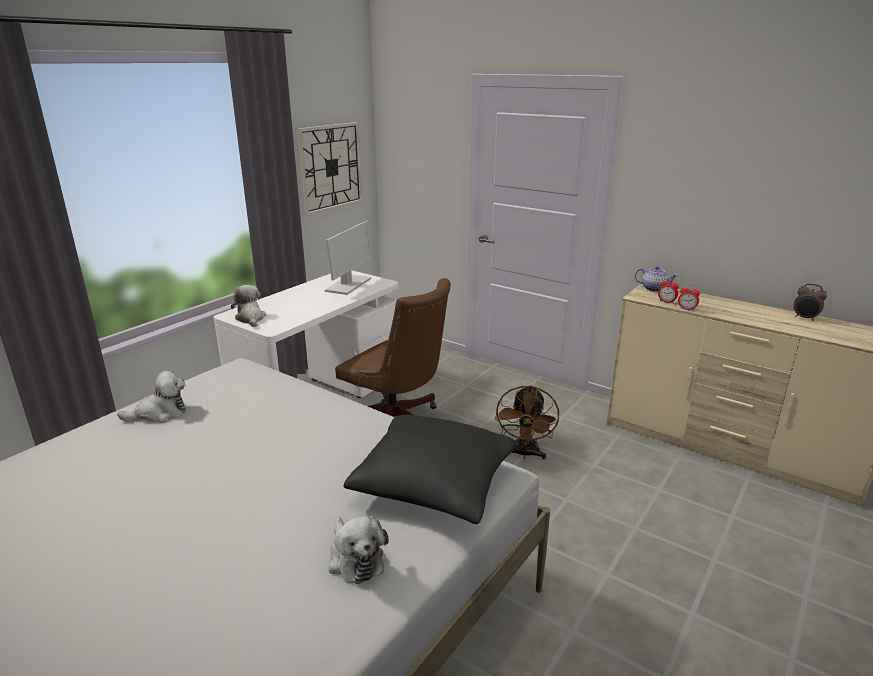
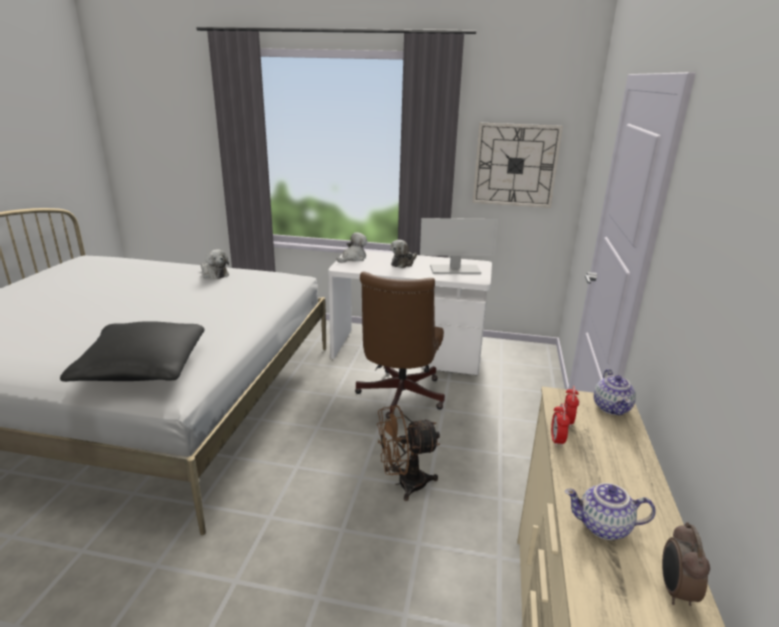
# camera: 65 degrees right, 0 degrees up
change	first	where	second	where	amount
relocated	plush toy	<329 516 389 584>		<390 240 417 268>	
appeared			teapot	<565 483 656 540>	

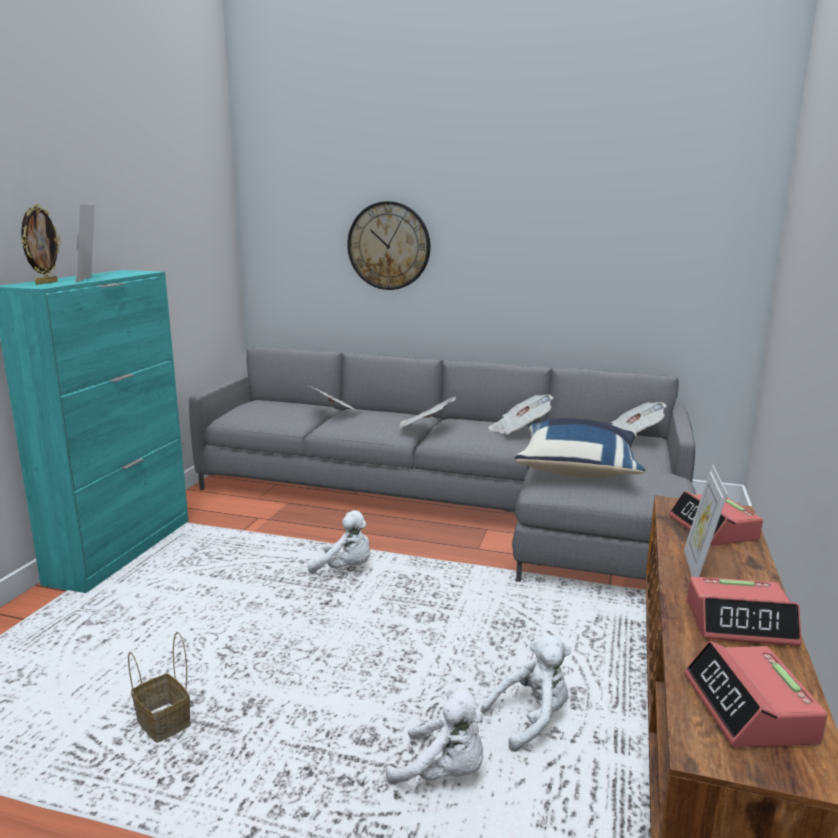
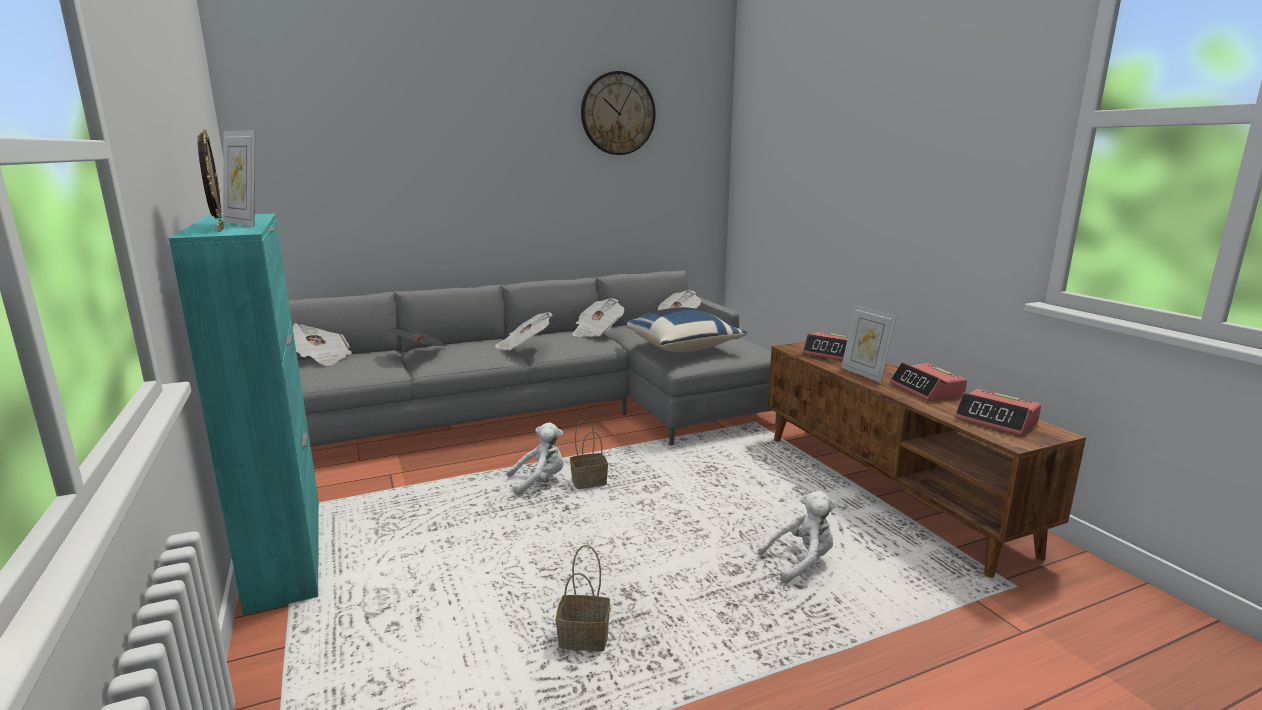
# camera: 40 degrees left, 0 degrees up
change	first	where	second	where	amount
appeared			newspaper	<293 323 352 366>	
appeared			basket	<570 419 608 489>	
relocated	wall clock	<347 201 430 290>		<581 71 656 155>	
spun	alarm clock	<687 577 802 646>		<890 362 967 401>	105 degrees clockwise
missing	white plush toy	<481 635 572 752>			

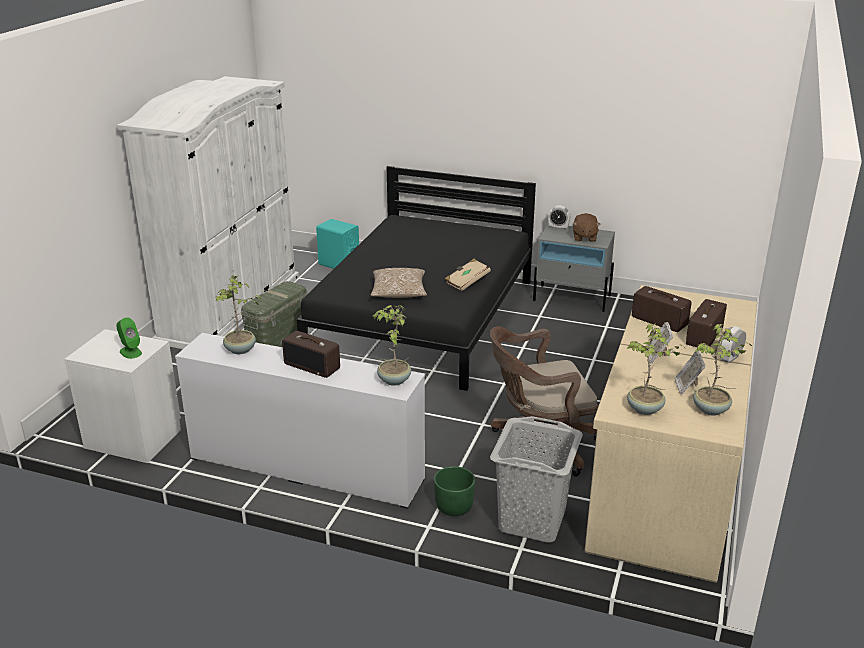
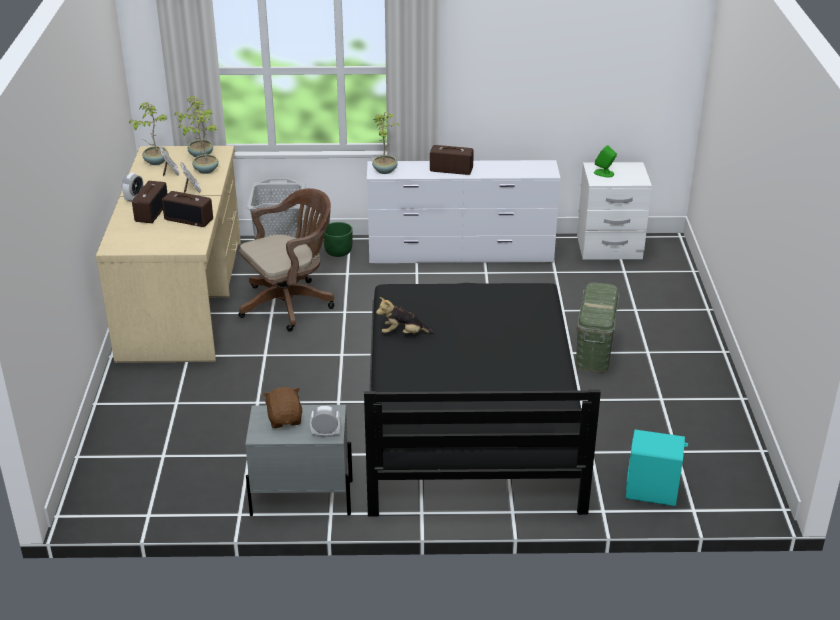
# camera: 160 degrees right, 5 degrees up
change	first	where	second	where	amount
relocated	potted plant	<216 275 261 354>		<179 110 219 174>	
exchanged	beige book	<445 259 491 291>	plush toy	<376 297 434 334>	
missing	white wardrobe	<117 76 299 349>			
missing	pillow	<370 268 427 298>			

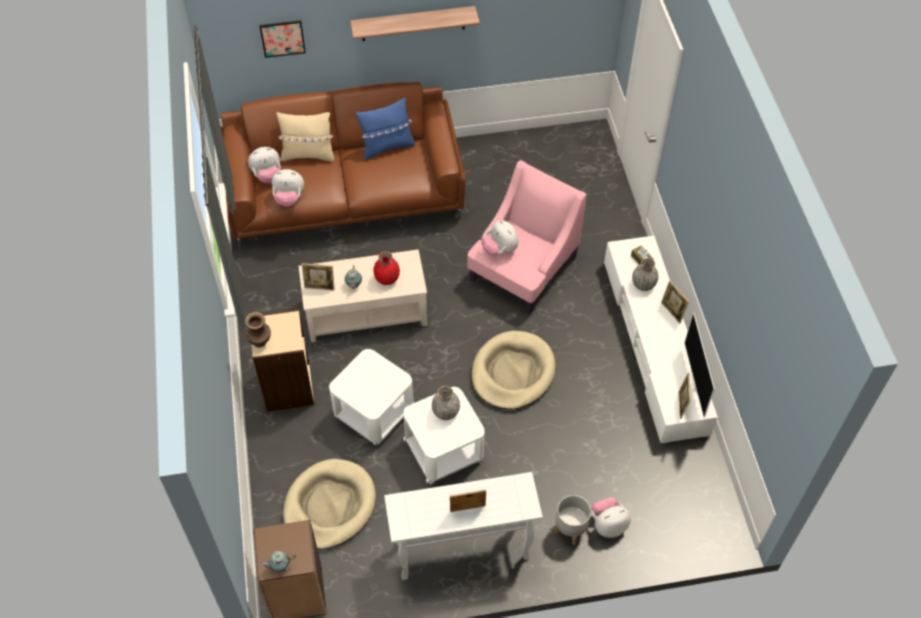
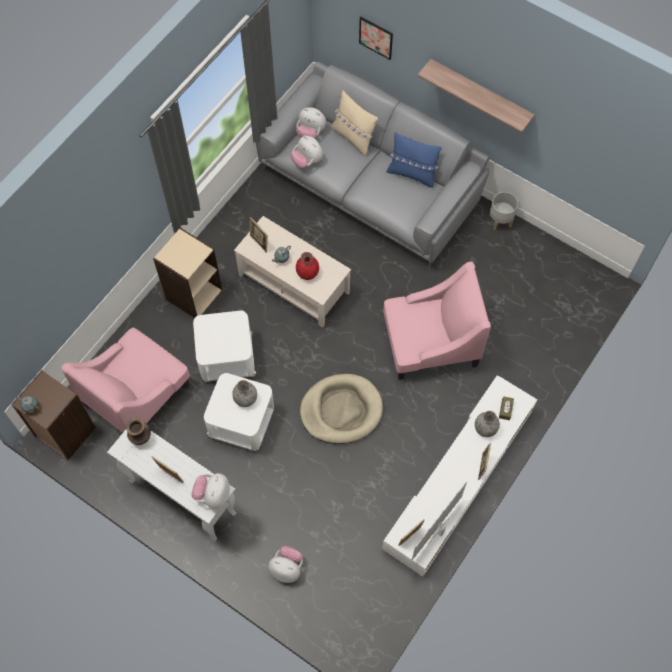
# camera: 45 degrees right, 10 degrees up
change	first	where	second	where	amount
exchanged	beige dog bed	<283 459 376 549>	pink armchair	<61 327 190 433>	
relocated	brown vase	<245 312 271 348>		<126 418 151 445>	
relocated	plush toy	<481 220 519 256>		<191 473 230 509>	
colour	brown sofa	<221 82 466 249>	grey sofa	<255 62 490 269>	
relocated	grey planter	<554 495 591 545>		<489 192 518 230>	

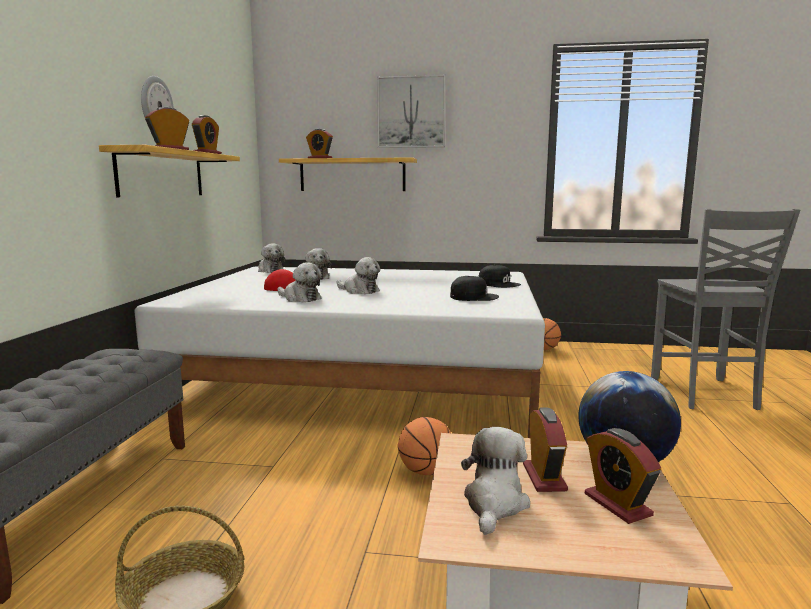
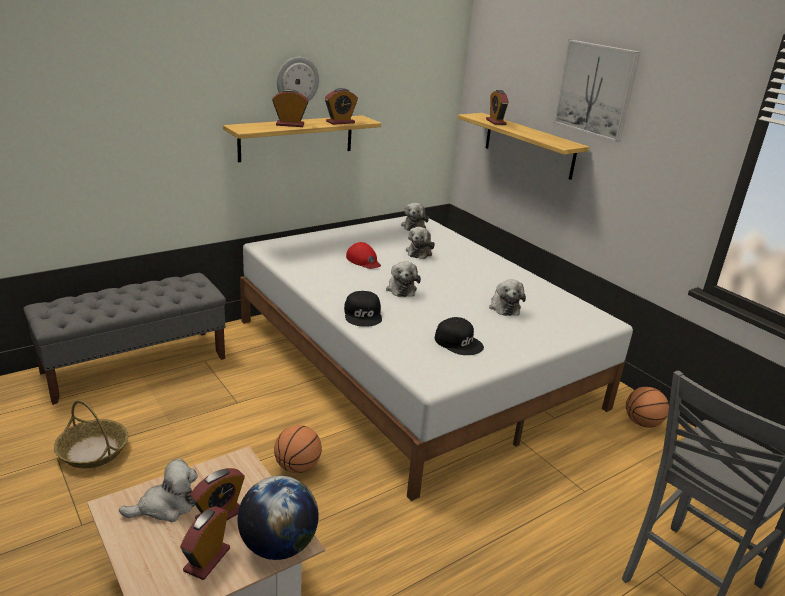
# camera: 45 degrees right, 15 degrees up
change	first	where	second	where	amount
relocated	black cap	<478 265 521 288>		<344 291 382 327>	
relocated	plush toy	<277 263 322 302>		<489 279 526 316>	

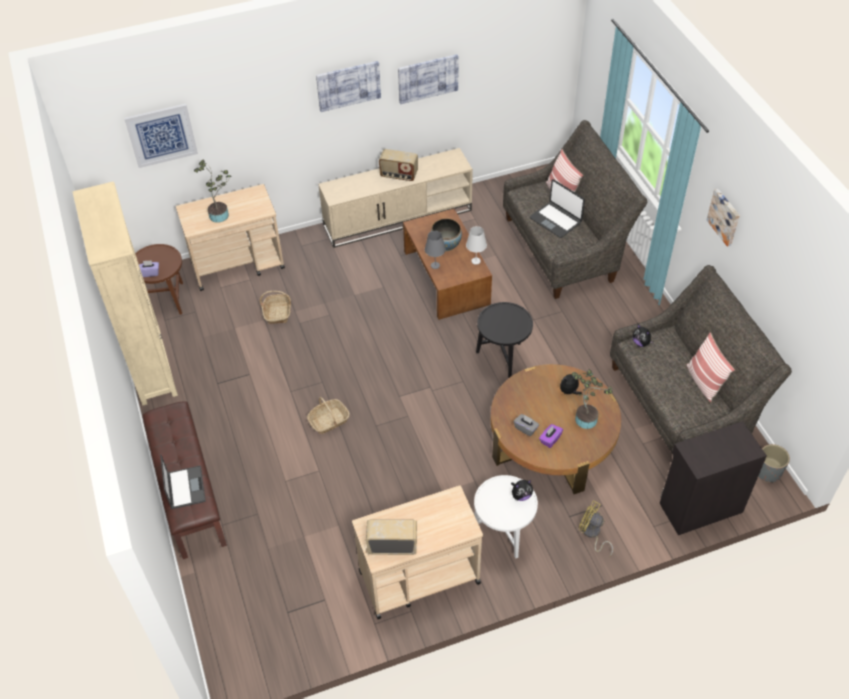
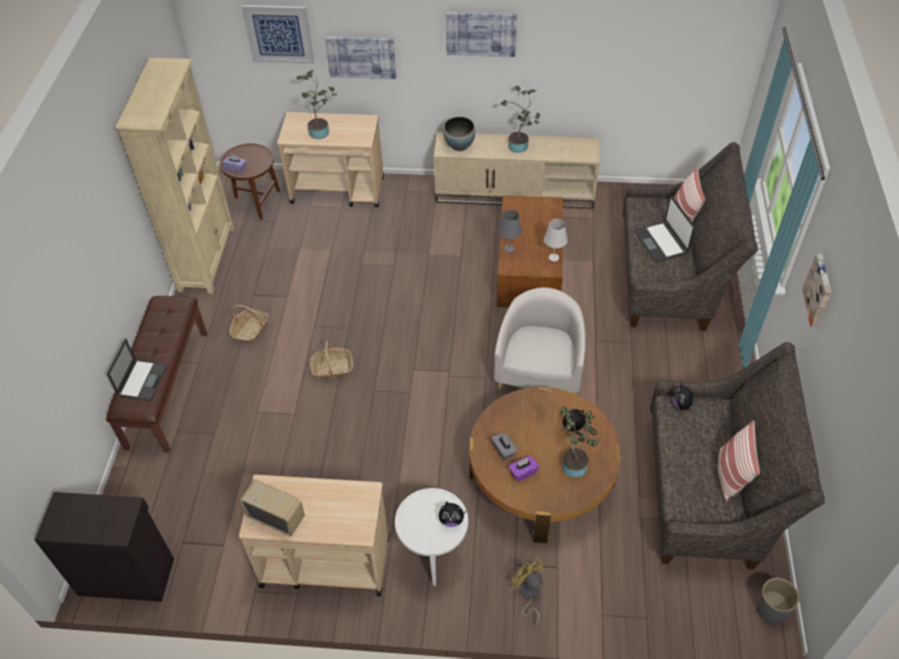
# camera: 25 degrees right, 0 degrees up
change	first	where	second	where	amount
relocated	black cabinet	<660 421 767 535>		<35 492 174 602>	
relocated	basket	<260 291 291 324>		<229 305 269 344>	
relocated	picture	<398 54 459 104>		<325 37 396 79>	
relocated	bowl	<431 218 462 251>		<443 117 475 151>	
exchanged	black side table	<476 302 533 378>	white armchair	<494 287 585 393>	
exchanged	radio	<379 149 418 181>	potted plant	<501 86 540 153>	

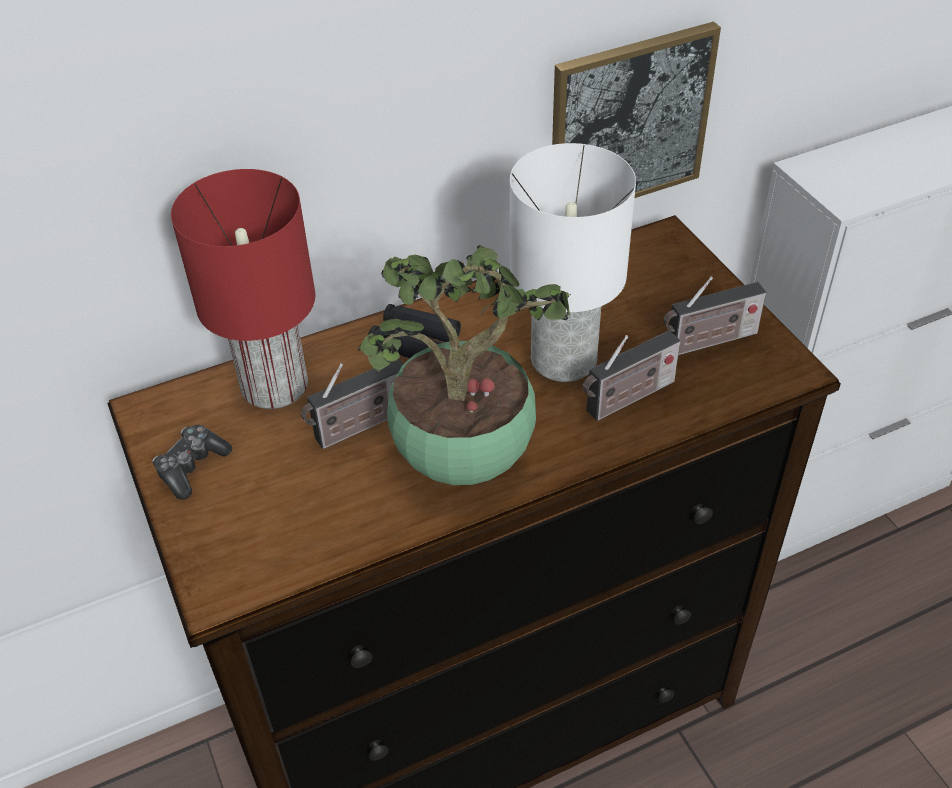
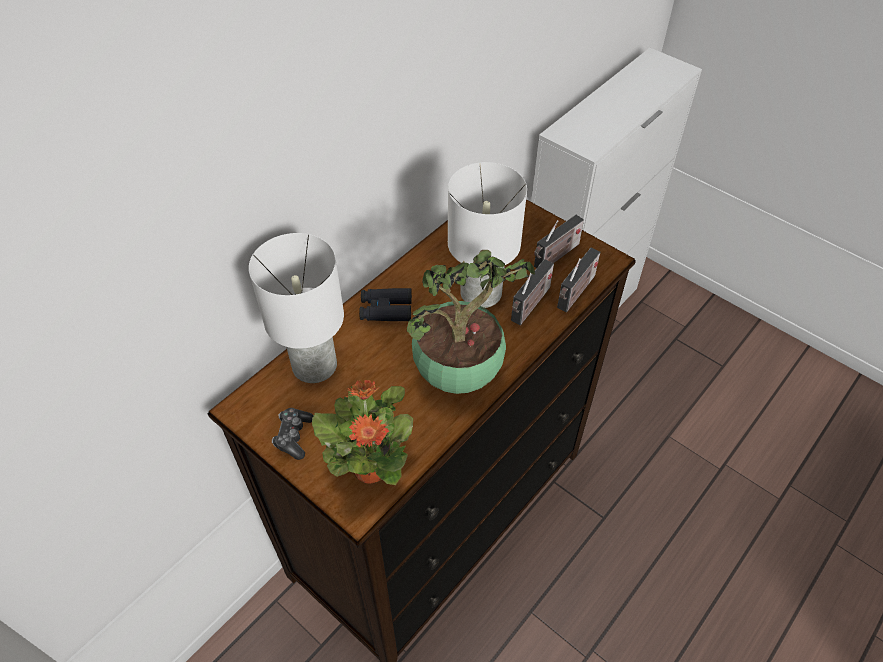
# camera: 25 degrees left, 5 degrees up
change	first	where	second	where	amount
colour	red table lamp	<171 169 315 409>	white table lamp	<249 233 344 383>	
appeared			potted plant	<312 380 413 485>	
relocated	radio	<301 359 403 449>		<557 248 600 312>	
missing	picture	<552 22 721 198>			

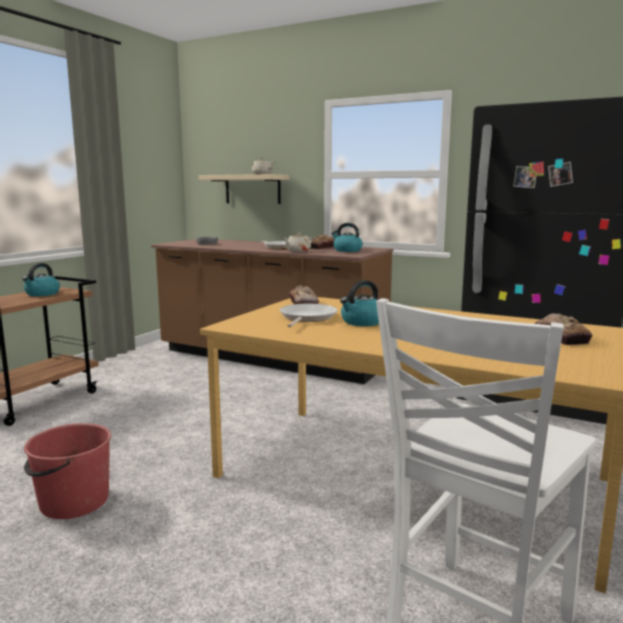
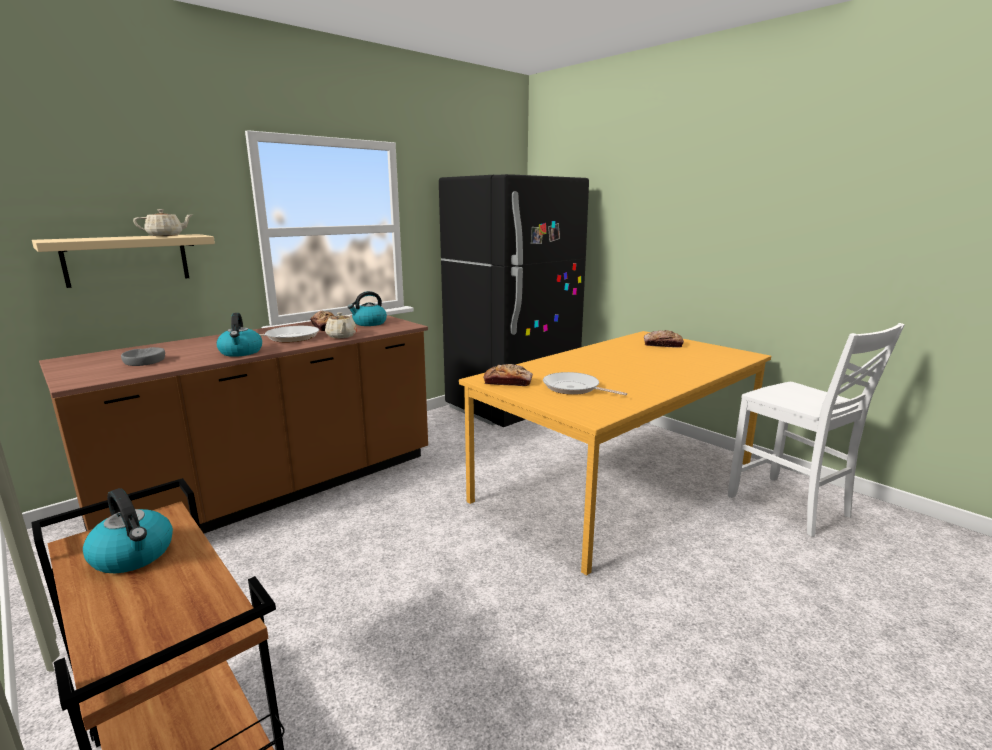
# camera: 70 degrees left, 5 degrees up
change	first	where	second	where	amount
relocated	kettle	<340 280 379 326>		<217 313 262 357>	
missing	red bucket	<24 423 111 519>			

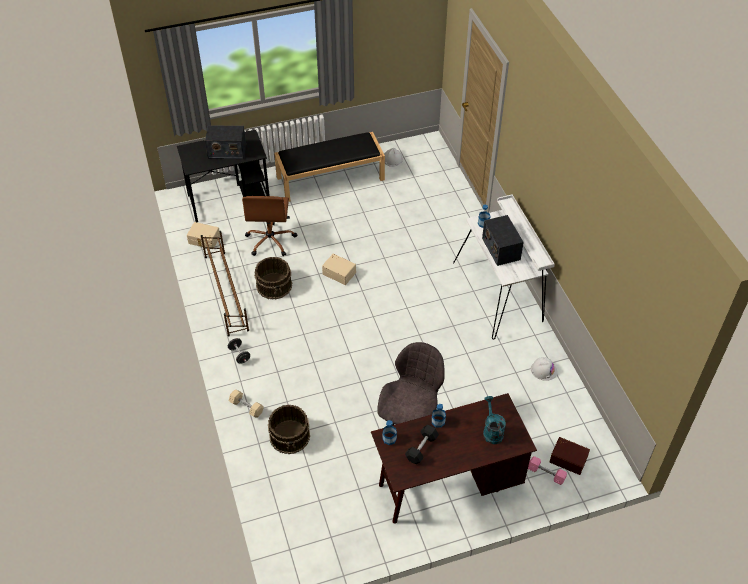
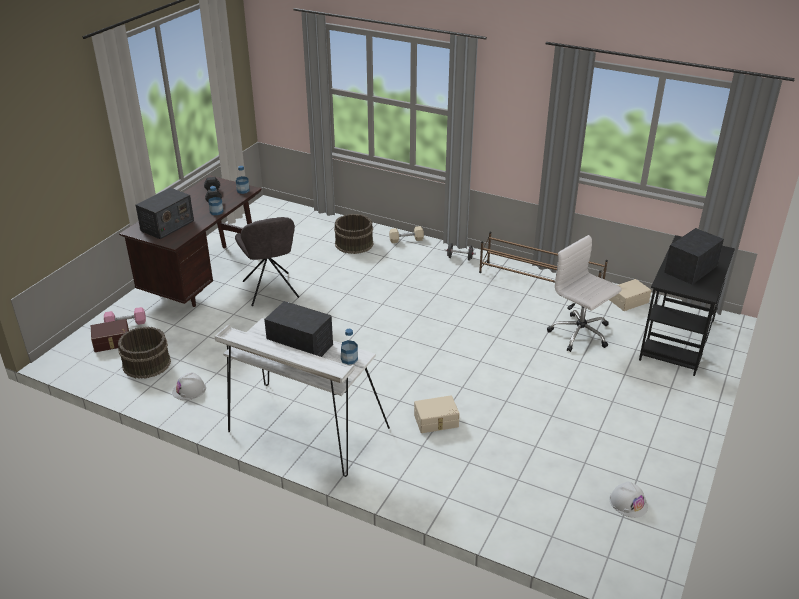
# camera: 135 degrees right, 15 degrees down
change	first	where	second	where	amount
relocated	brown bucket	<254 257 292 300>		<118 326 171 379>	
exchanged	turquoise watering can	<483 396 506 444>	radio	<136 188 194 239>	
relocated	beige storage box	<322 254 356 285>		<414 395 460 433>	
colour	brown office chair	<242 196 297 256>	white office chair	<547 235 622 352>	
missing	black bench	<274 132 385 202>			

